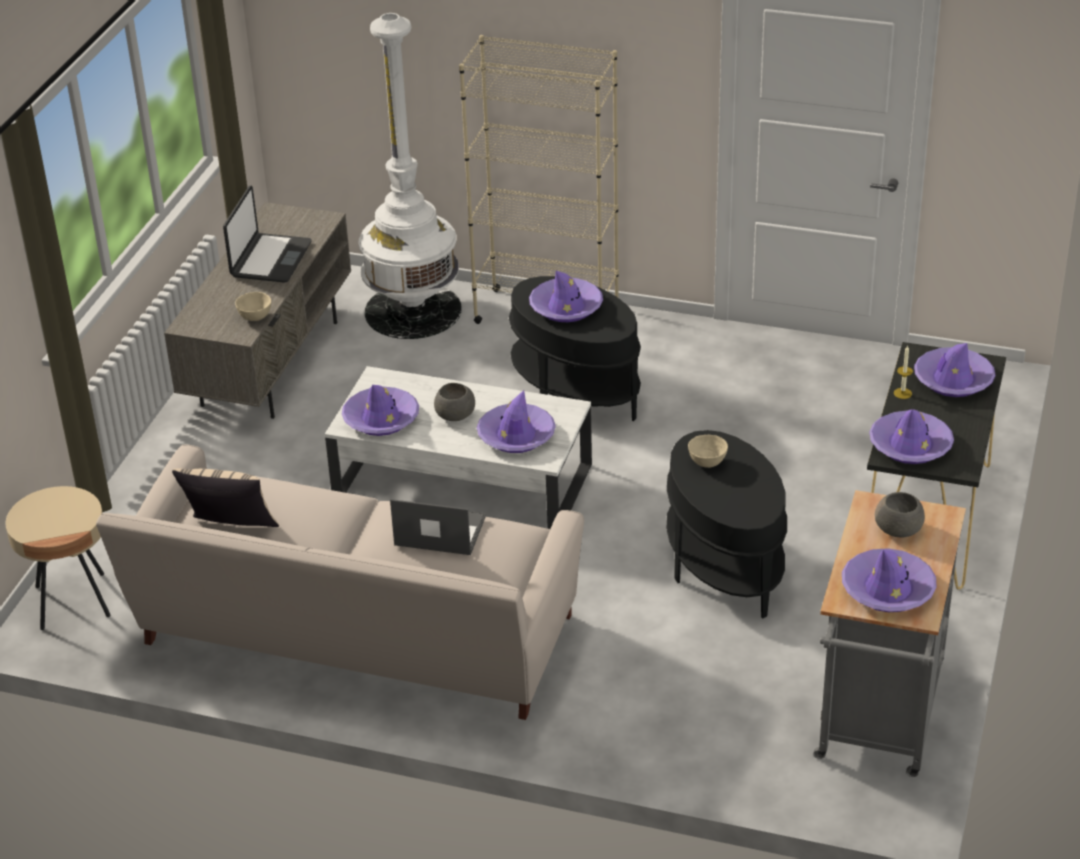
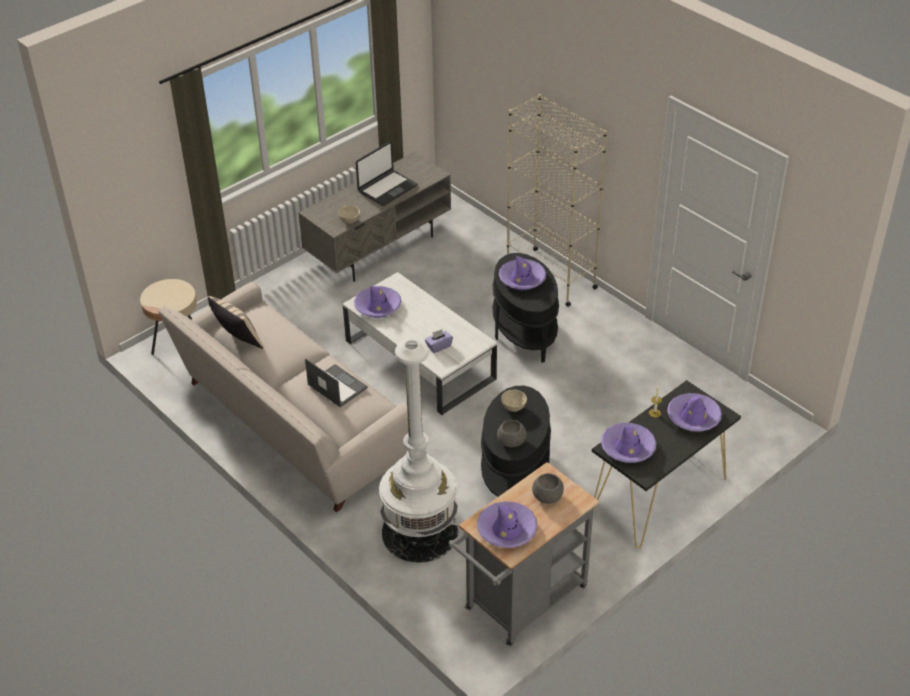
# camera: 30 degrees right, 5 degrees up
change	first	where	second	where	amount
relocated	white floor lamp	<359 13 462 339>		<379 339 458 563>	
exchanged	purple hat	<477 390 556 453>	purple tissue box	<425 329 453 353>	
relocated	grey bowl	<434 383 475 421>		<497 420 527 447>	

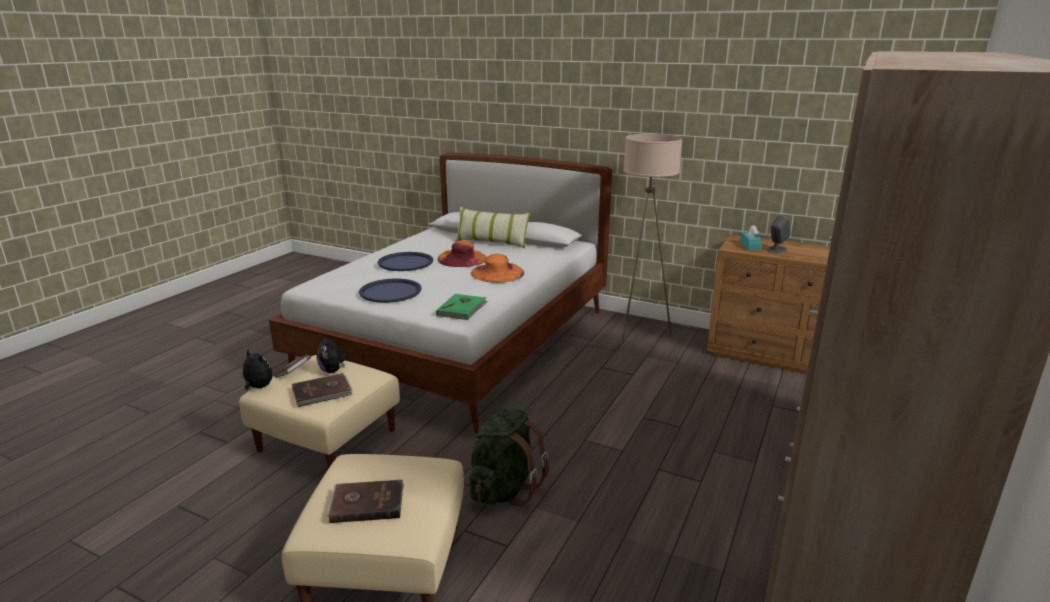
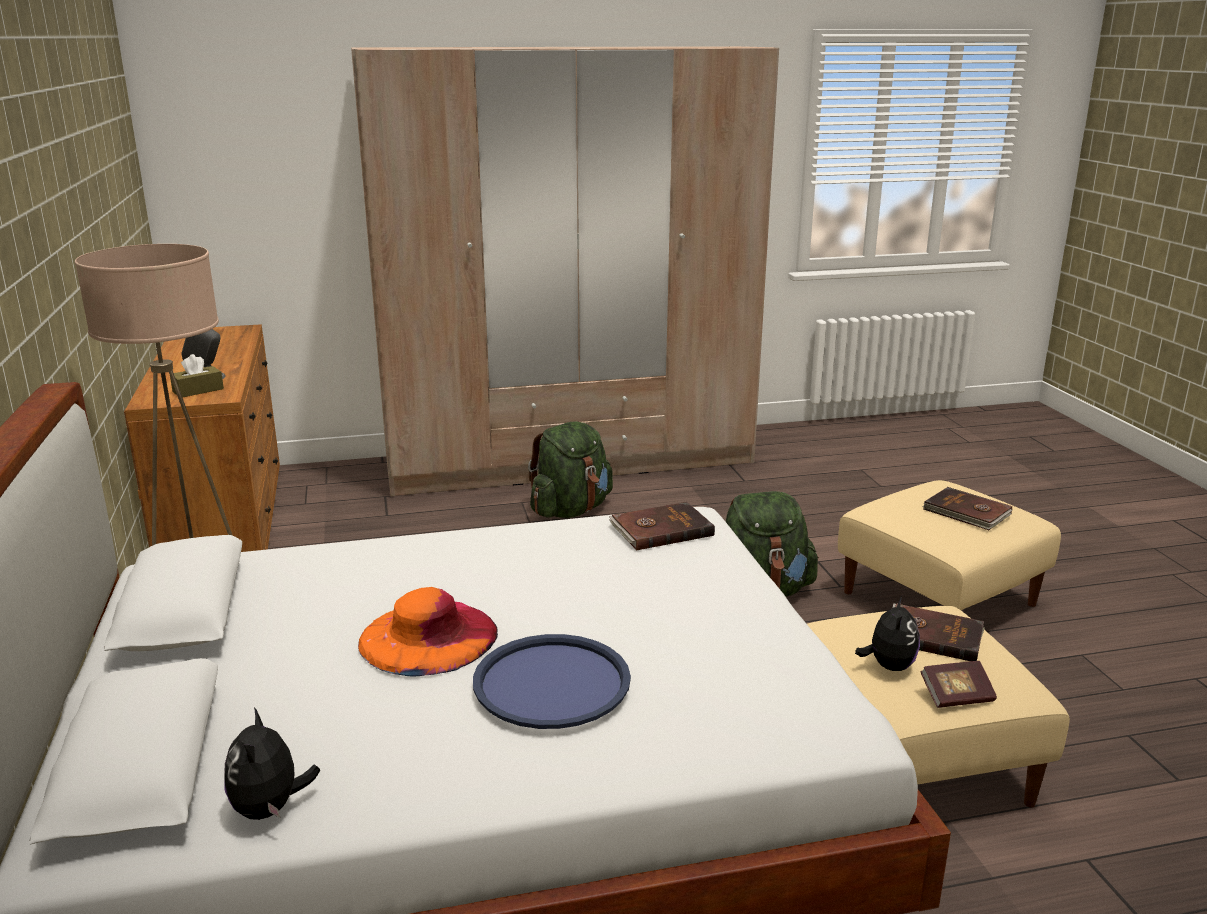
# camera: 130 degrees left, 0 degrees up
change	first	where	second	where	amount
colour	turquoise tissue box	<740 225 763 250>	brown tissue box	<170 354 224 398>	
relocated	plush toy	<239 349 272 390>		<224 707 320 820>	
appeared			green backpack	<528 421 613 518>	
colour	green book	<436 294 488 320>	brown book	<609 502 715 551>	
missing	blue tray	<359 279 421 303>			
missing	pillow	<454 207 530 248>			
missing	orange hat	<470 254 525 283>			

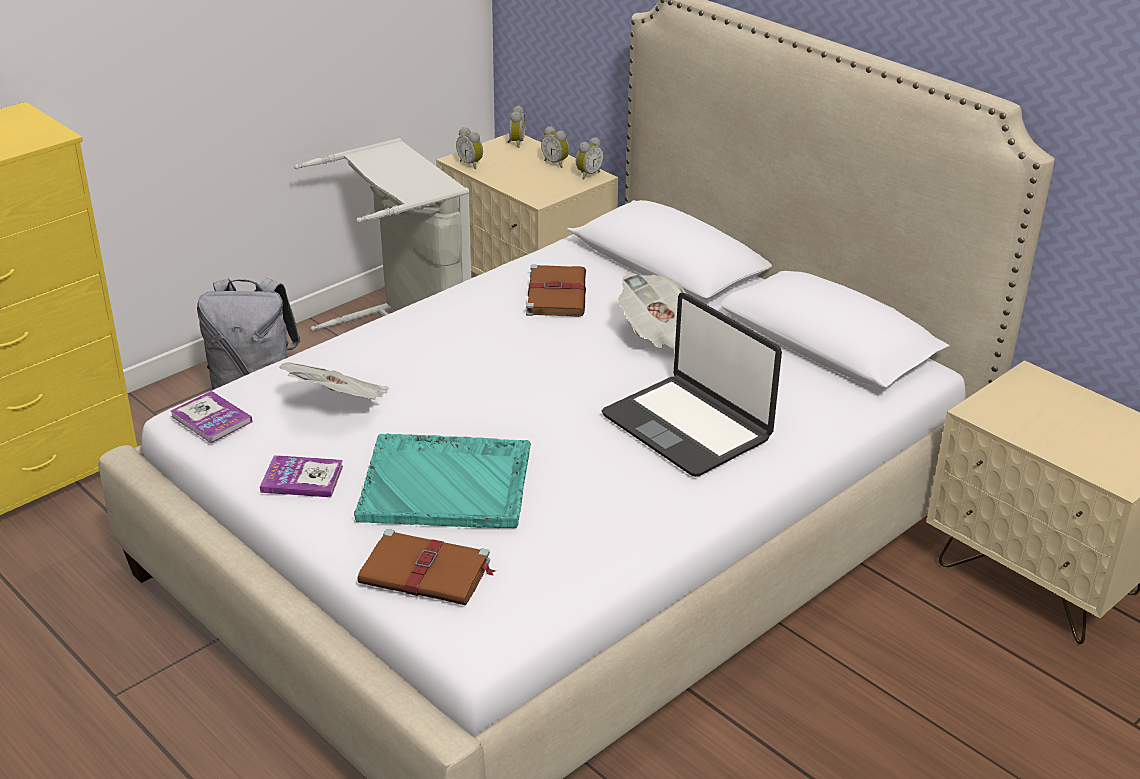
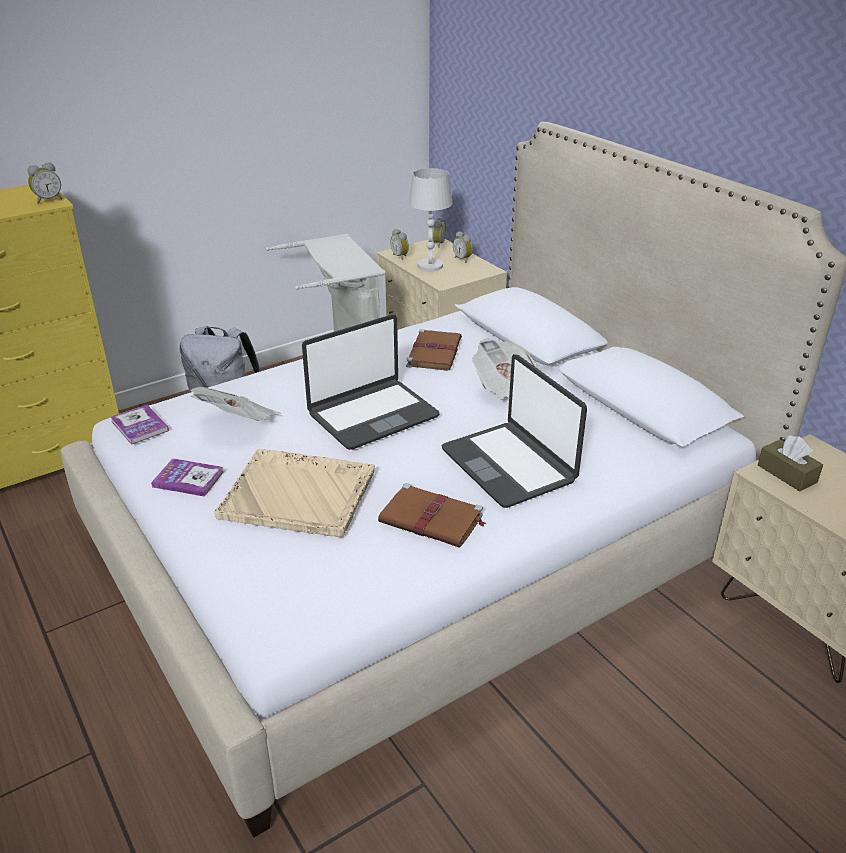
# camera: 10 degrees right, 0 degrees up
change	first	where	second	where	amount
relocated	alarm clock	<576 137 604 180>		<28 162 62 204>	
colour	turquoise tray	<354 434 531 528>	beige tray	<214 449 375 537>	
appeared			laptop	<302 315 440 450>	
relocated	brown book	<357 529 496 605>		<378 483 486 548>	
appeared			white table lamp	<409 168 453 271>	
appeared			brown tissue box	<758 435 823 491>	

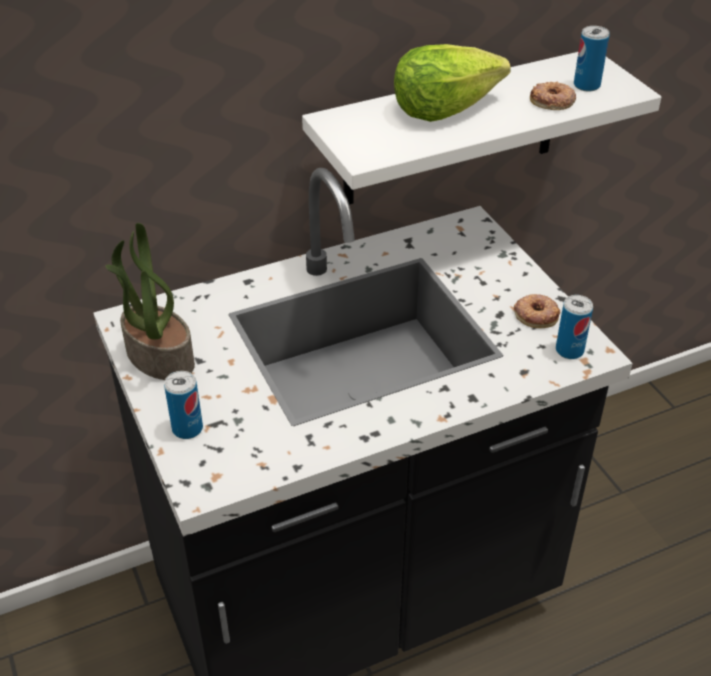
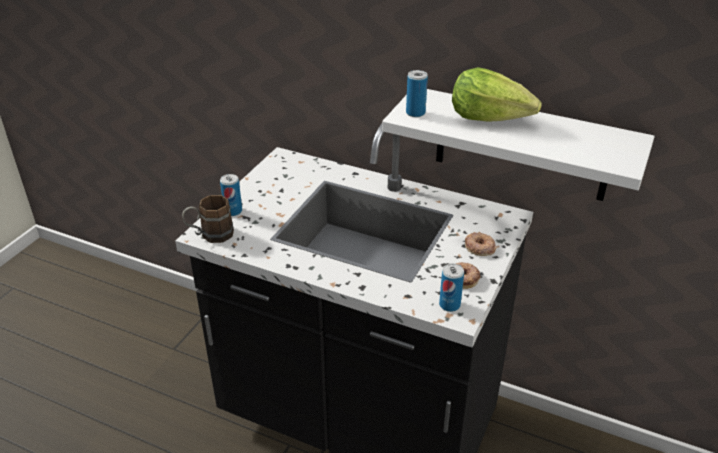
# camera: 50 degrees right, 5 degrees down
change	first	where	second	where	amount
appeared			brown mug	<182 195 234 243>	
relocated	can	<574 26 610 92>		<406 70 428 117>	
relocated	donut	<530 81 576 110>		<465 232 496 256>	
missing	potted plant	<105 223 195 380>			

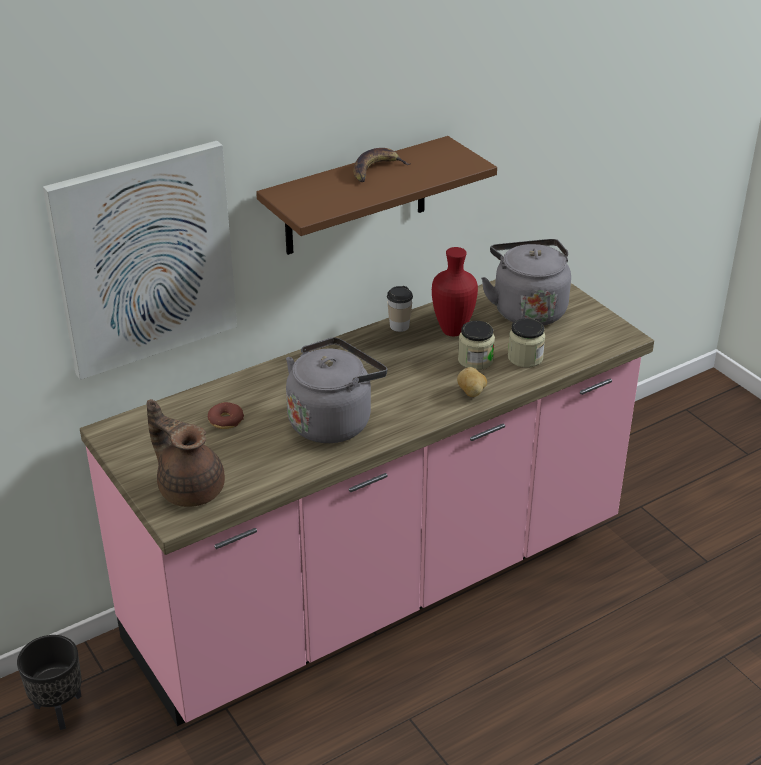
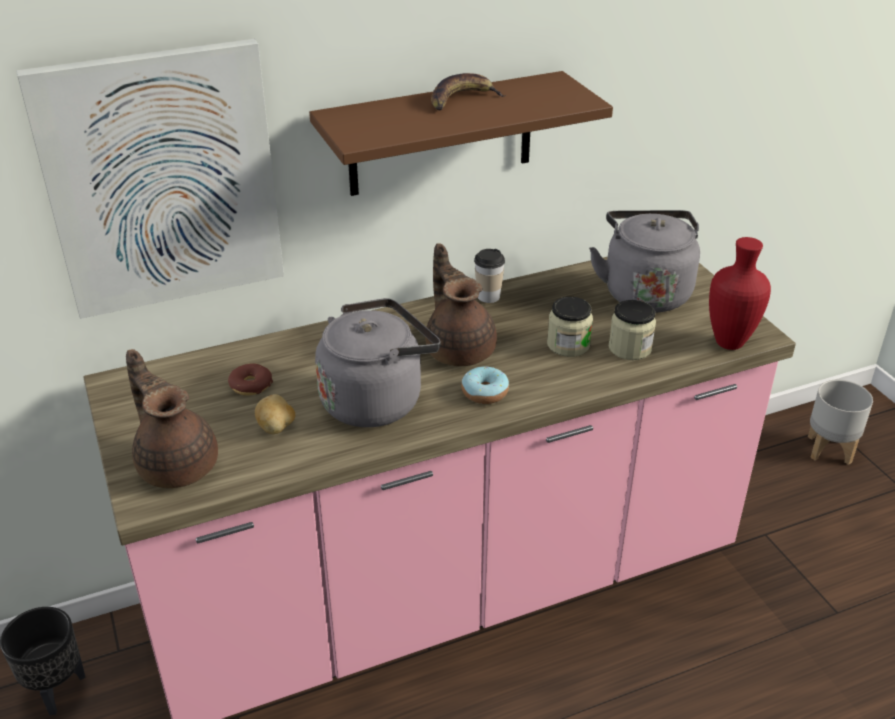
# camera: 10 degrees right, 0 degrees up
change	first	where	second	where	amount
relocated	potato	<457 367 487 397>		<255 394 295 434>	
appeared			brown teapot	<425 244 497 366>	
appeared			donut	<461 366 509 404>	
relocated	red vase	<432 247 478 336>		<709 237 771 350>	
appeared			grey planter	<808 380 873 465>	

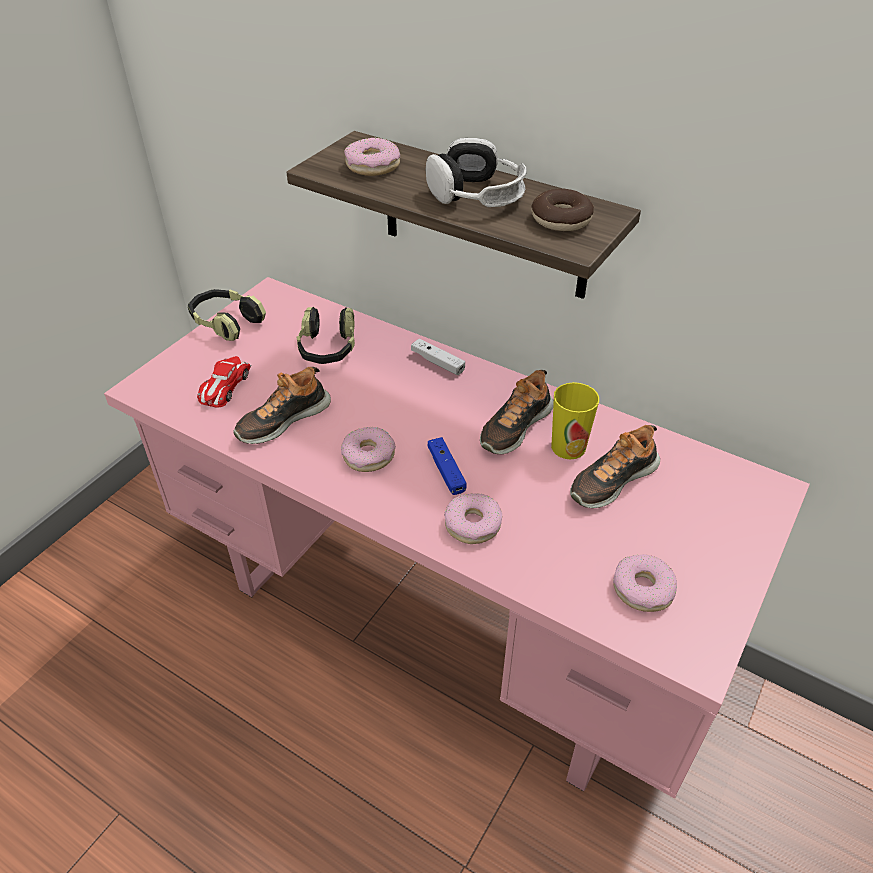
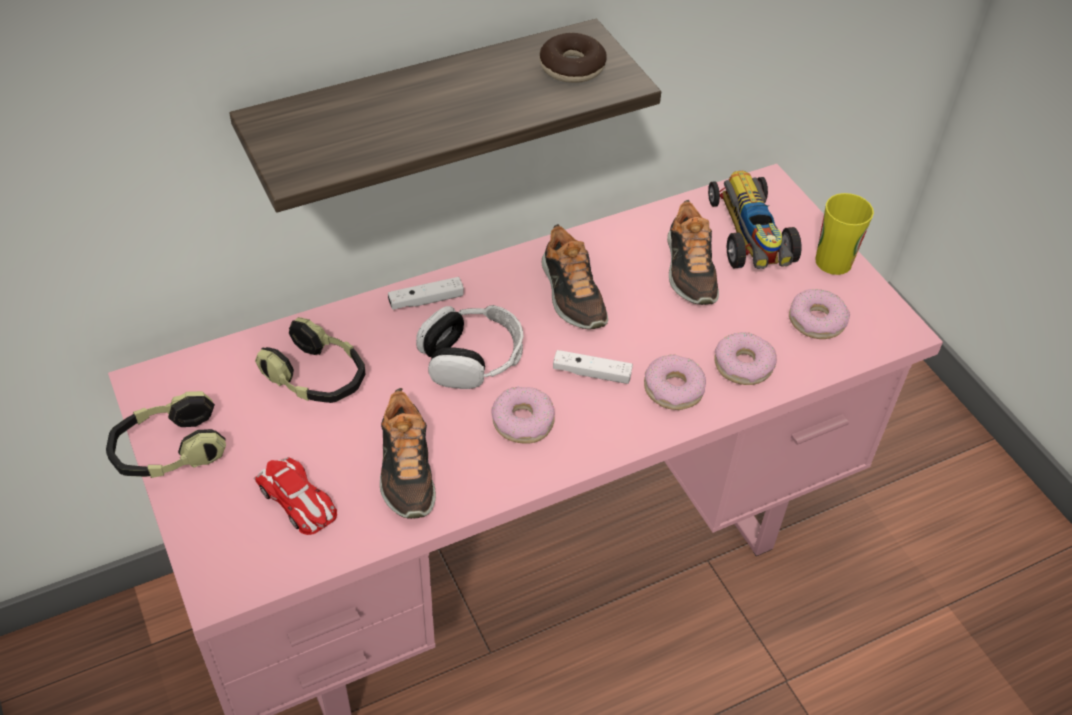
# camera: 60 degrees left, 5 degrees up
change	first	where	second	where	amount
relocated	headphones	<426 138 527 207>		<416 305 524 389>	
colour	blue game controller	<428 437 467 495>	white game controller	<553 350 633 384>	
appeared			toy car	<708 171 802 269>	
relocated	donut	<344 137 400 176>		<714 332 777 385>	
relocated	cup	<551 382 599 460>		<815 193 874 275>	

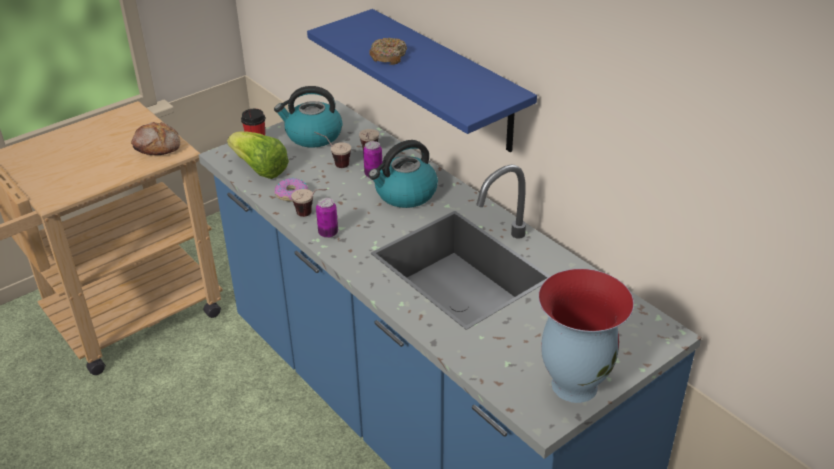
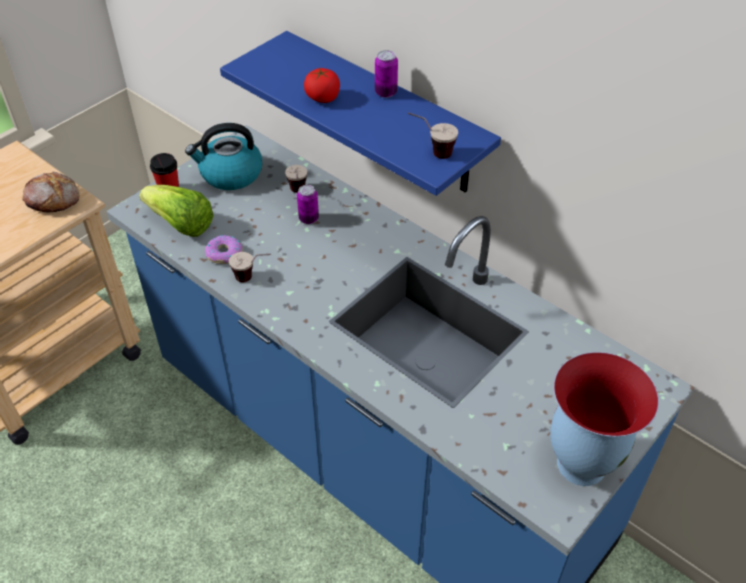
# camera: 10 degrees left, 10 degrees up
change	first	where	second	where	amount
exchanged	donut	<369 38 407 65>	tomato	<304 68 340 103>	
relocated	can	<316 198 338 238>		<375 50 398 98>	
relocated	cup	<314 132 351 168>		<408 112 458 159>	
missing	kettle	<368 140 438 208>			

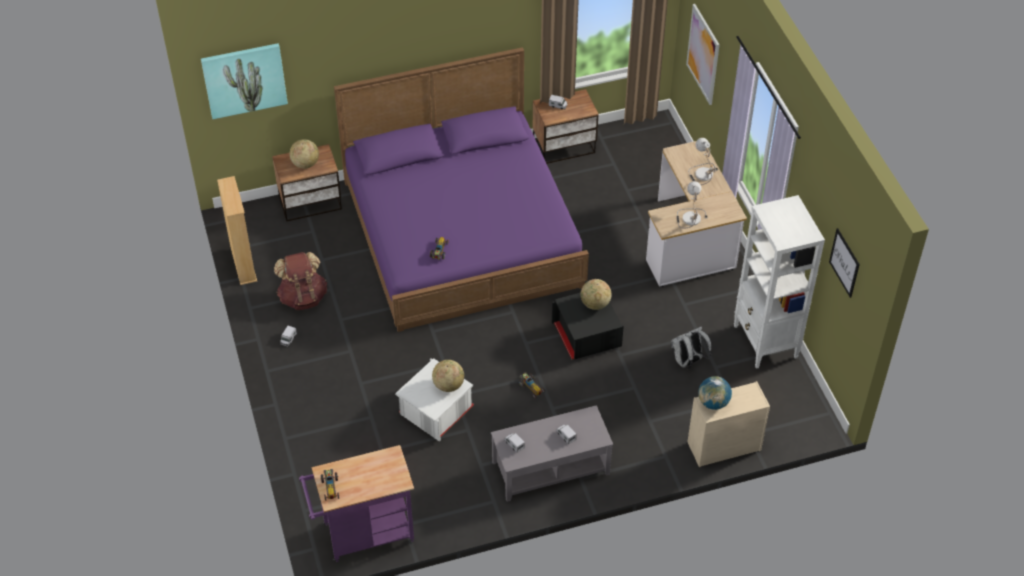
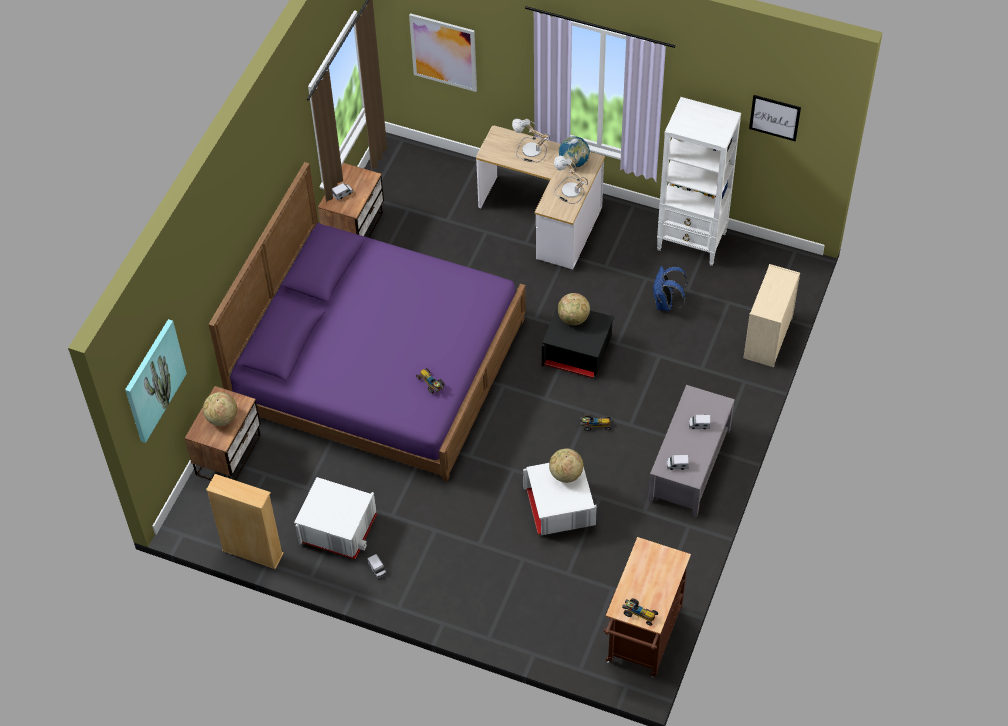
# camera: 50 degrees left, 5 degrees up
change	first	where	second	where	amount
exchanged	brown backpack	<274 252 327 310>	white storage box	<294 477 377 560>	
relocated	globe	<698 376 732 410>		<559 136 590 168>	
colour	purple cart	<299 445 414 562>	brown cart	<604 537 691 678>	
colour	white backpack	<671 326 711 369>	blue backpack	<652 266 688 311>	

